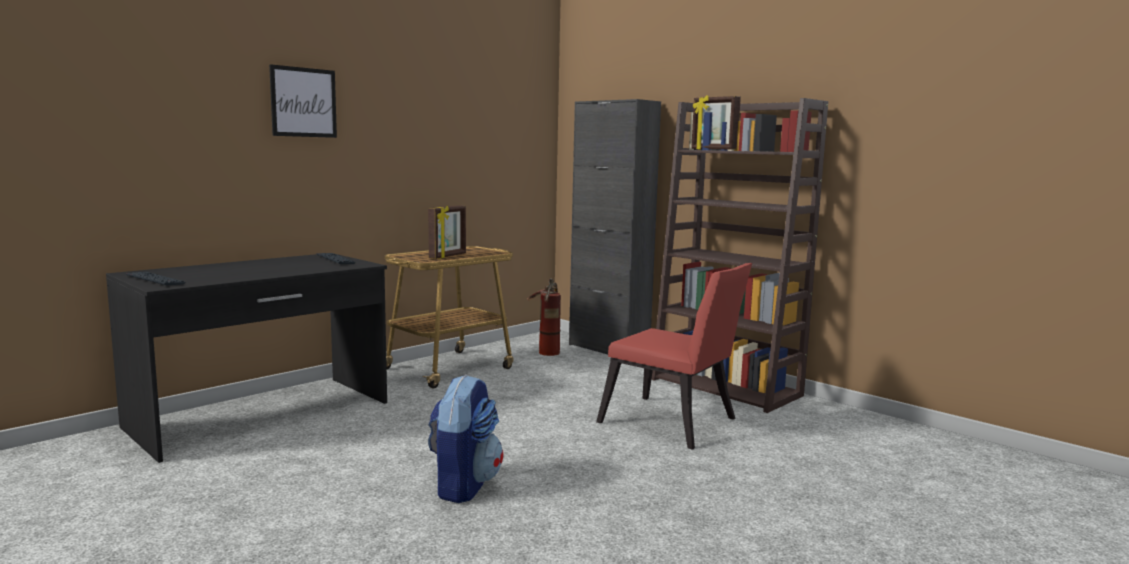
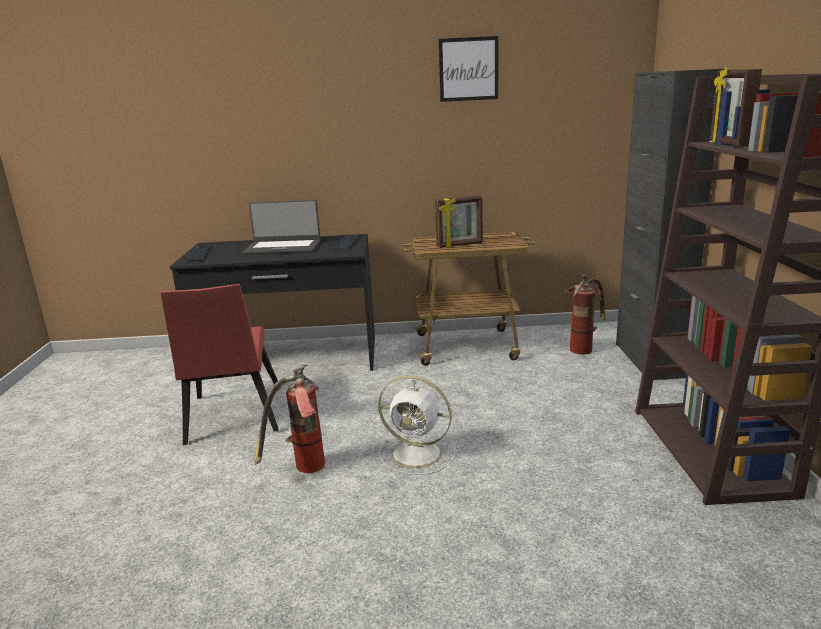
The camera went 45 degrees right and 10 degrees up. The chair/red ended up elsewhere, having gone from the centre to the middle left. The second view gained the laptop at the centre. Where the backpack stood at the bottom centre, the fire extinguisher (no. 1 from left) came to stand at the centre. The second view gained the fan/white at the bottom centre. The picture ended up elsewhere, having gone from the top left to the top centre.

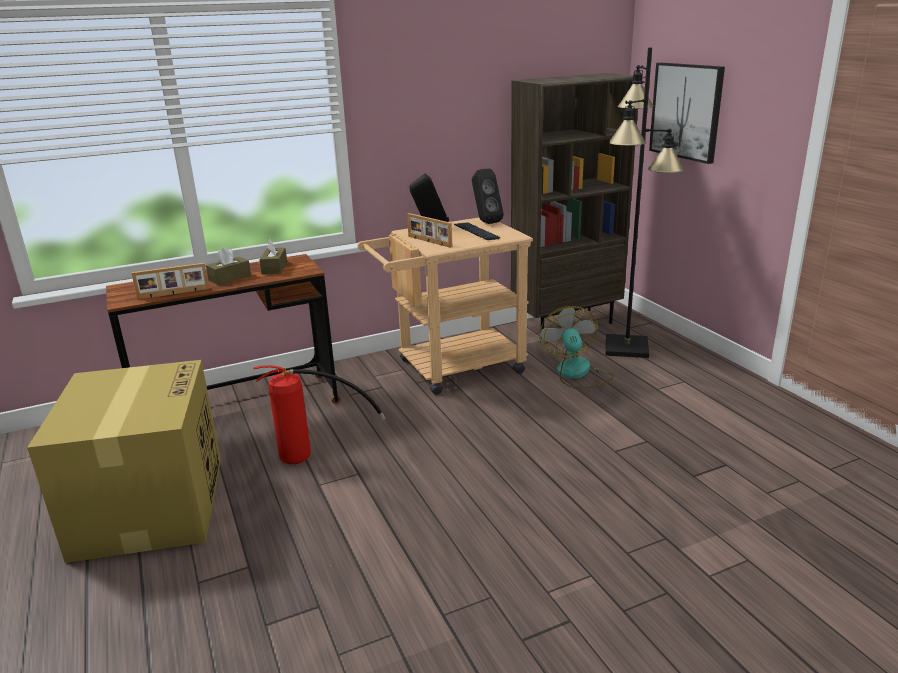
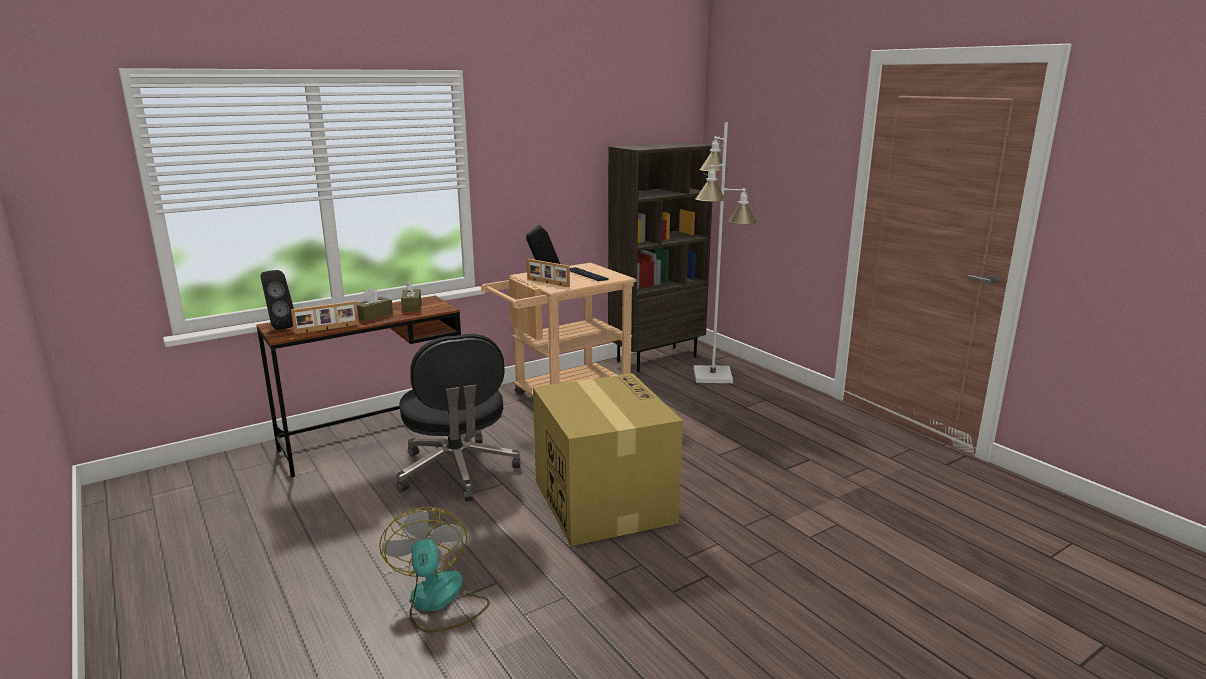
The camera went 10 degrees left and 5 degrees down. The speaker/black (no. 2 from left in the first image) ended up elsewhere, having gone from the top centre to the middle left. The fan ended up elsewhere, having gone from the centre to the bottom centre. Where the fire extinguisher stood at the centre, the office chair/black came to stand at the centre. The cardboard box ended up elsewhere, having gone from the bottom left to the bottom centre. What was the floor lamp/black at the top right turned into the floor lamp/white at the centre. The second view lost the picture at the top right.

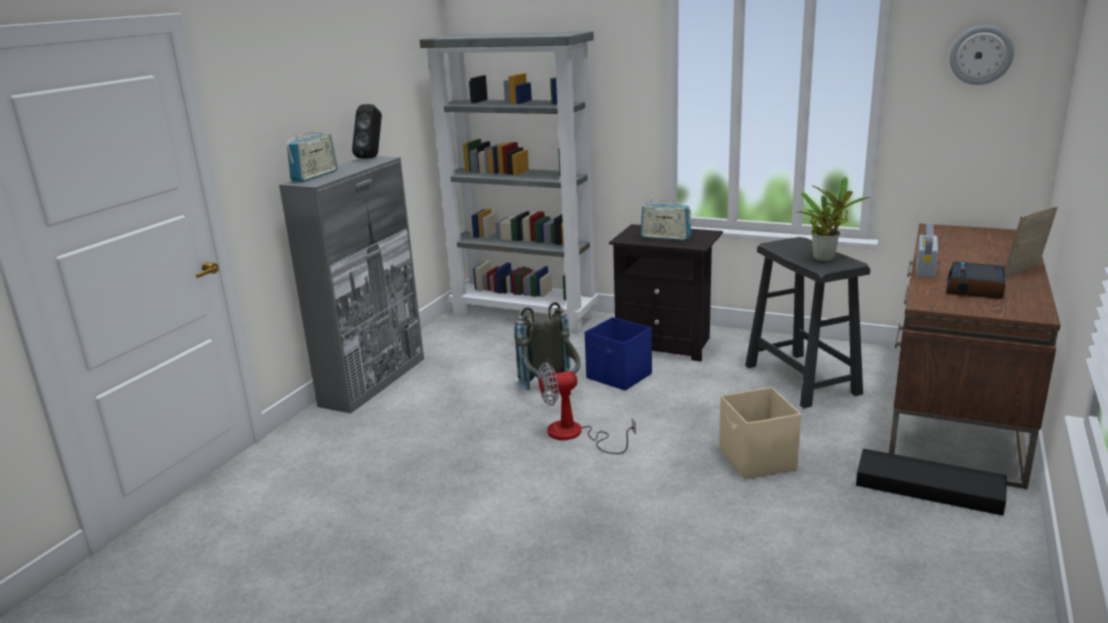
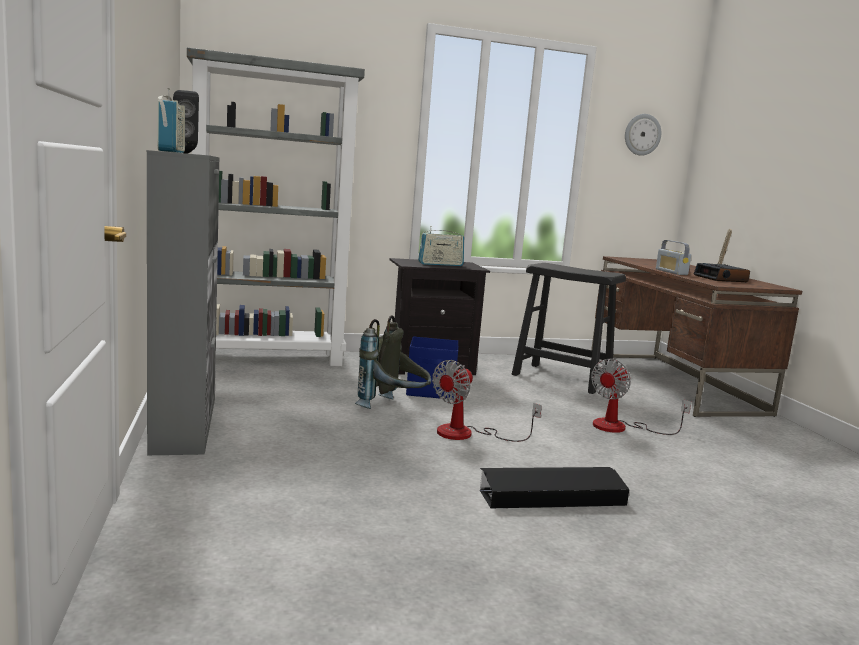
The camera went 40 degrees left and 10 degrees down. The storage box/black ended up elsewhere, having gone from the bottom right to the bottom centre. Where the storage box/beige stood at the bottom right, the fan (no. 2 from left) came to stand at the middle right. The second view lost the potted plant at the middle right.

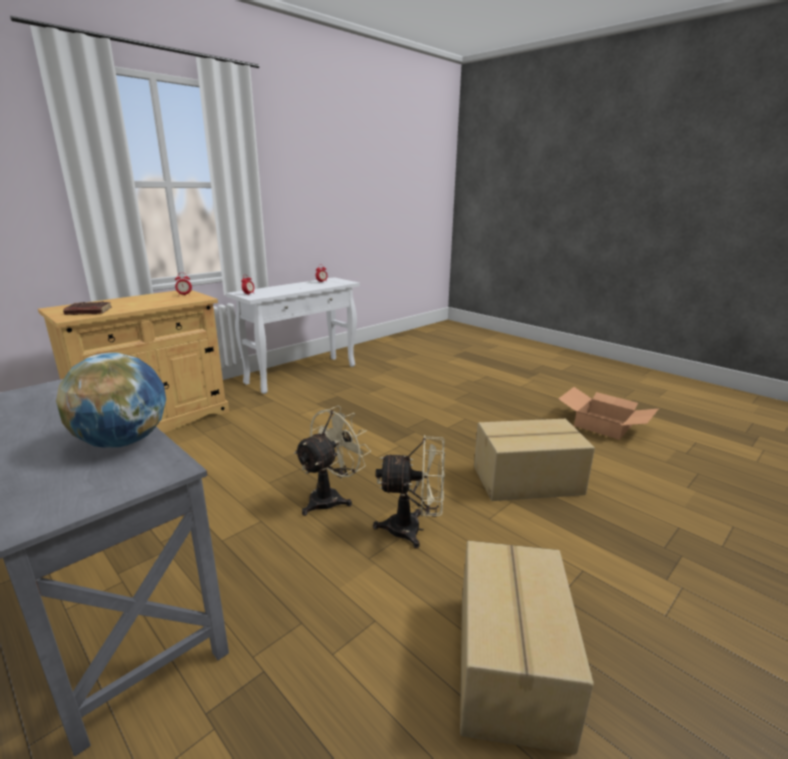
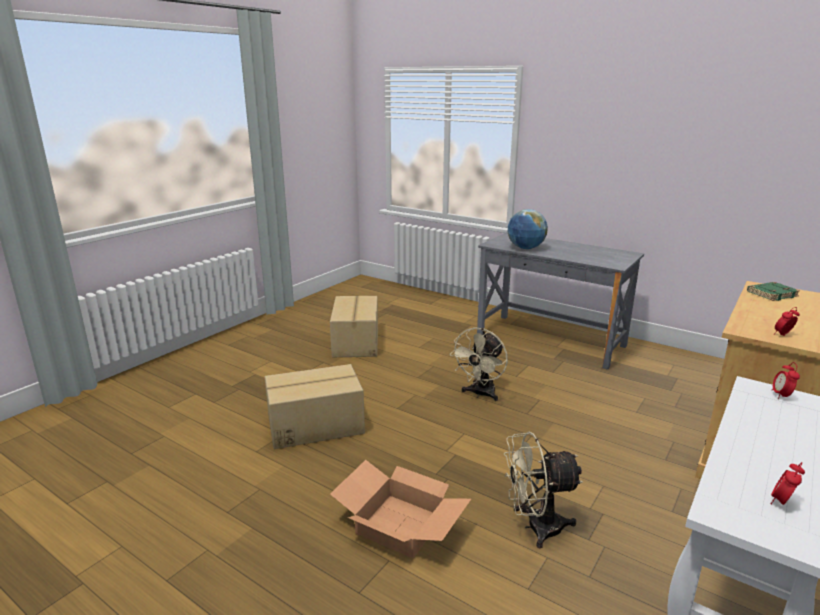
The camera went 170 degrees right and 0 degrees up. The cardboard box (no. 3 from left) ended up elsewhere, having gone from the middle right to the bottom centre. The fan/beige (no. 2 from left) ended up elsewhere, having gone from the centre to the bottom centre. What was the book/brown at the middle left turned into the book/green at the middle right.

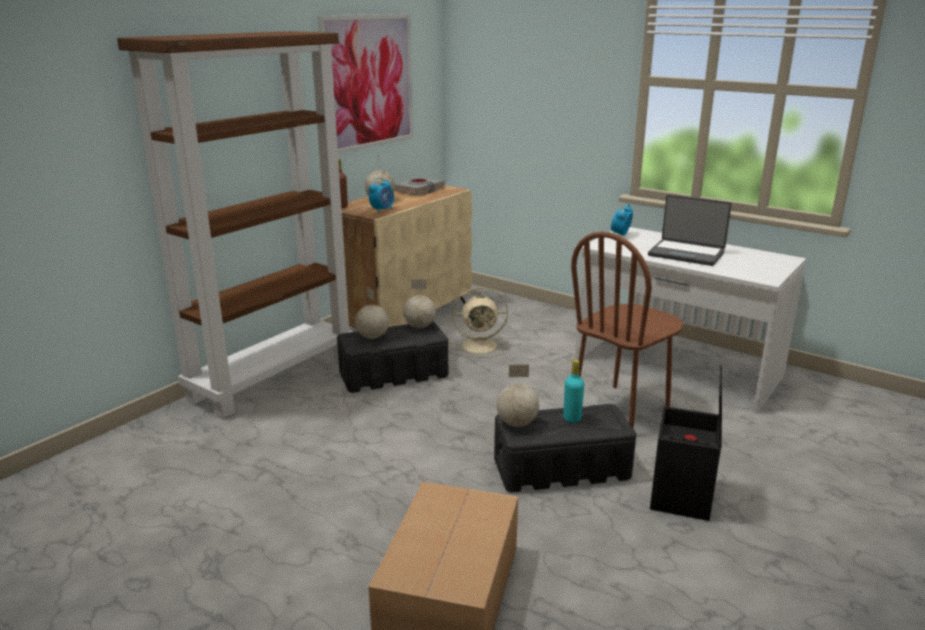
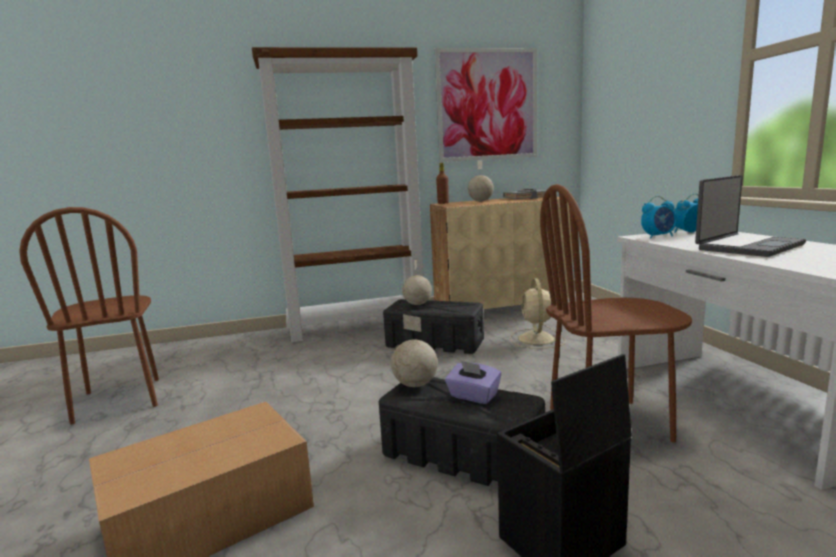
The camera went 40 degrees right and 10 degrees down. The second view gained the chair/brown (no. 1 from left) at the middle left. Where the bottle/turquoise stood at the centre, the tissue box/purple came to stand at the bottom centre. The fan/beige at the centre ended up facing another way, 60 degrees clockwise from before. The alarm clock (no. 1 from left) ended up elsewhere, having gone from the top centre to the middle right. The laptop at the middle right ended up facing another way, 105 degrees counterclockwise from before. The second view lost the globe (no. 3 from left) at the centre.

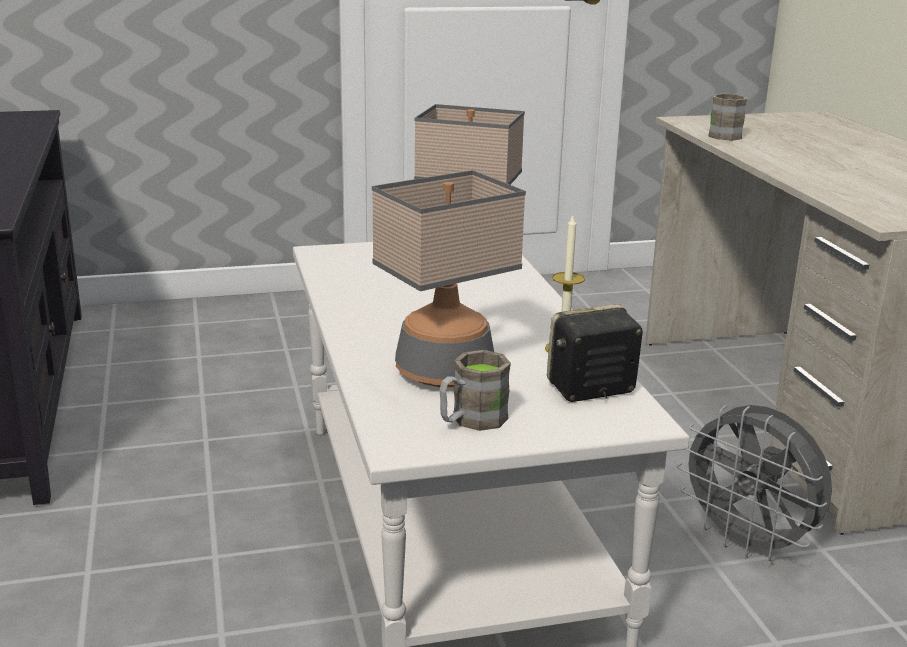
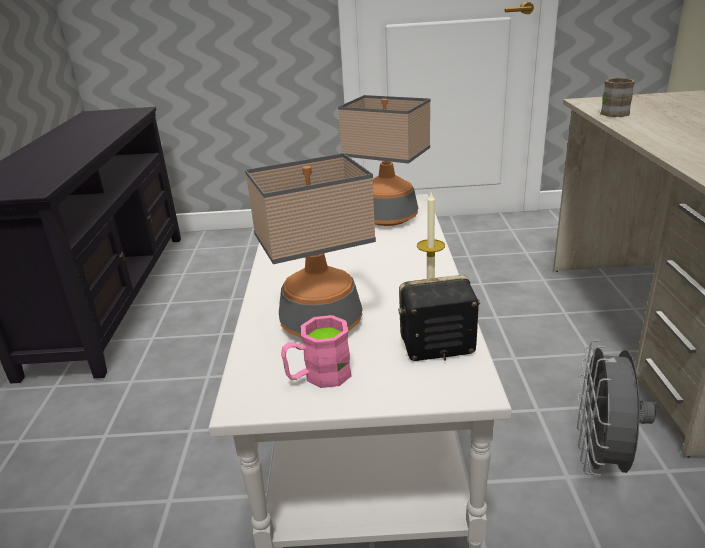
The camera went 15 degrees right and 5 degrees up. What was the mug/brown (no. 1 from left) at the centre turned into the mug/pink at the centre. The fan/grey at the bottom right ended up facing another way, 45 degrees clockwise from before.

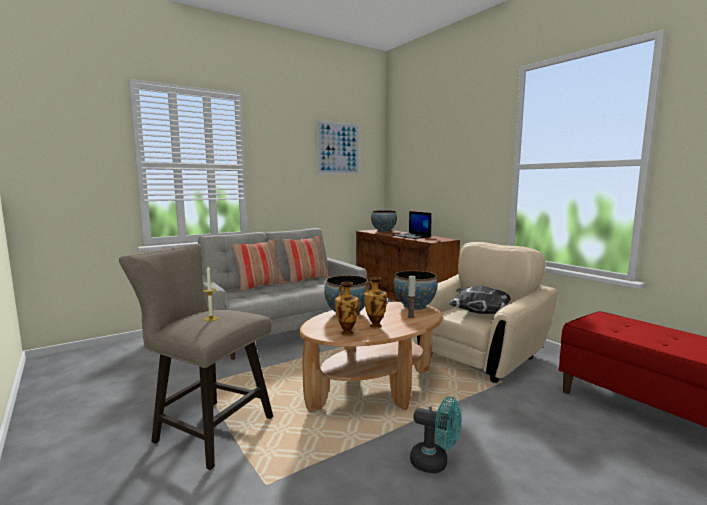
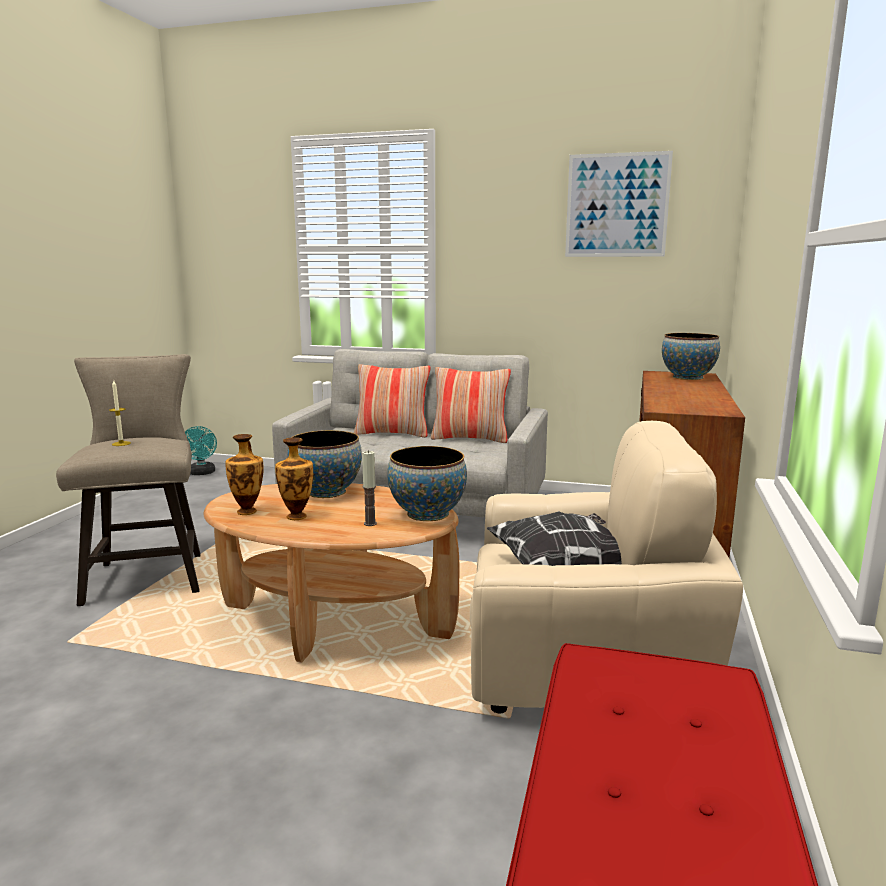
The camera went 50 degrees right and 5 degrees up. The fan/turquoise ended up elsewhere, having gone from the bottom centre to the middle left. The second view lost the laptop at the centre.

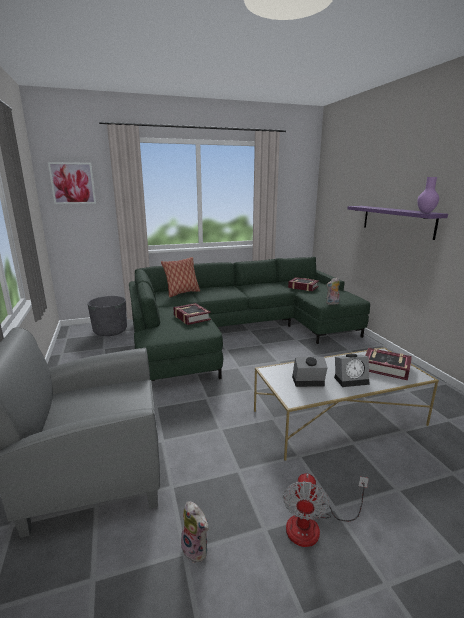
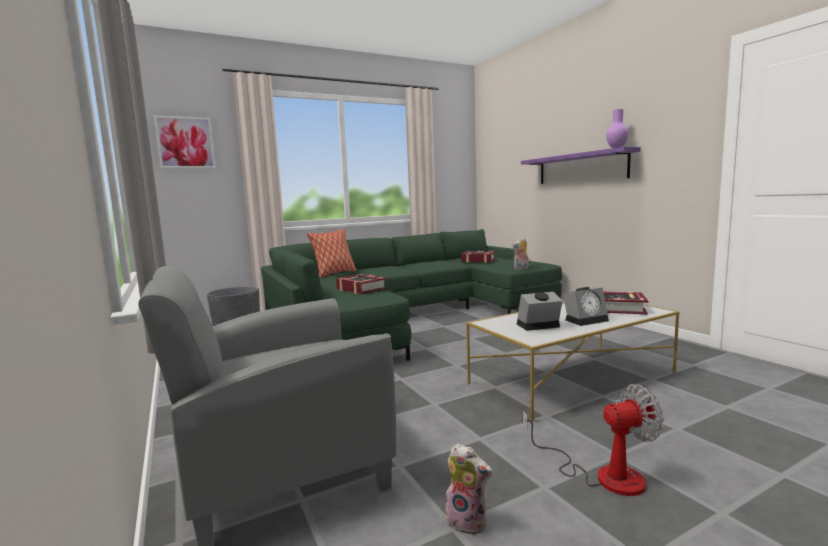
The camera went 10 degrees left and 10 degrees down. The fan at the bottom right ended up facing another way, 105 degrees counterclockwise from before.

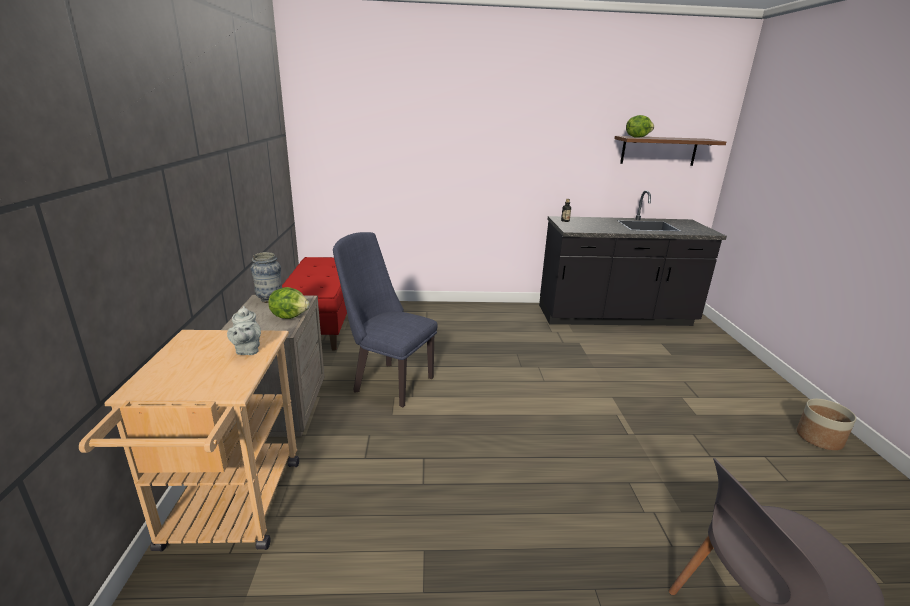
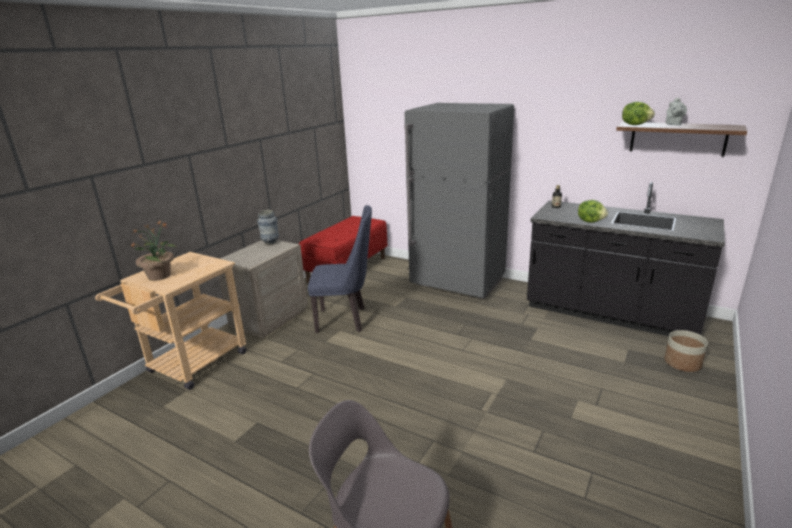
The camera went 35 degrees right and 0 degrees up. The second view gained the potted plant at the middle left. The chair/blue at the centre ended up facing another way, 120 degrees clockwise from before. The second view gained the fridge/grey at the centre. The lettuce (no. 1 from left) ended up elsewhere, having gone from the middle left to the middle right. The planter ended up elsewhere, having gone from the bottom right to the middle right. The teapot/grey ended up elsewhere, having gone from the middle left to the top right.

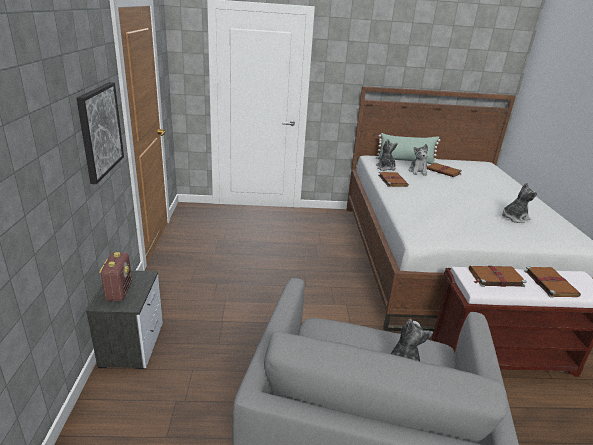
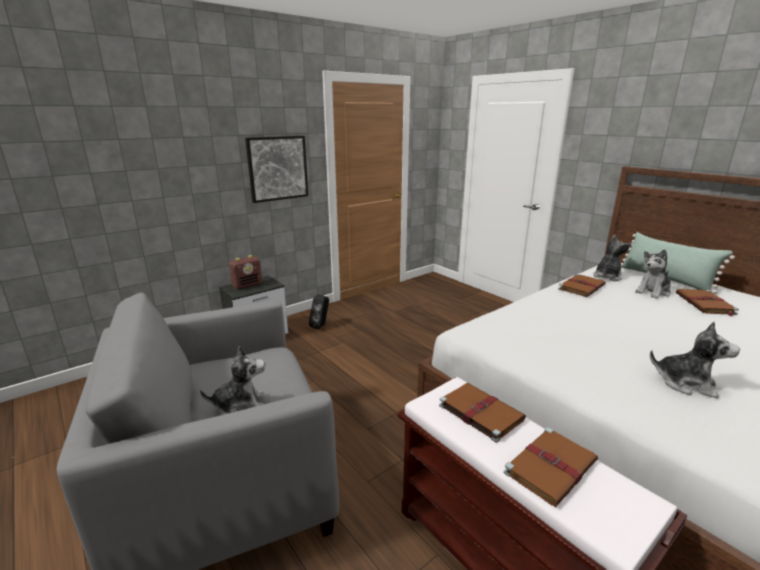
The camera went 55 degrees right and 5 degrees down. The second view gained the speaker/black at the centre.

